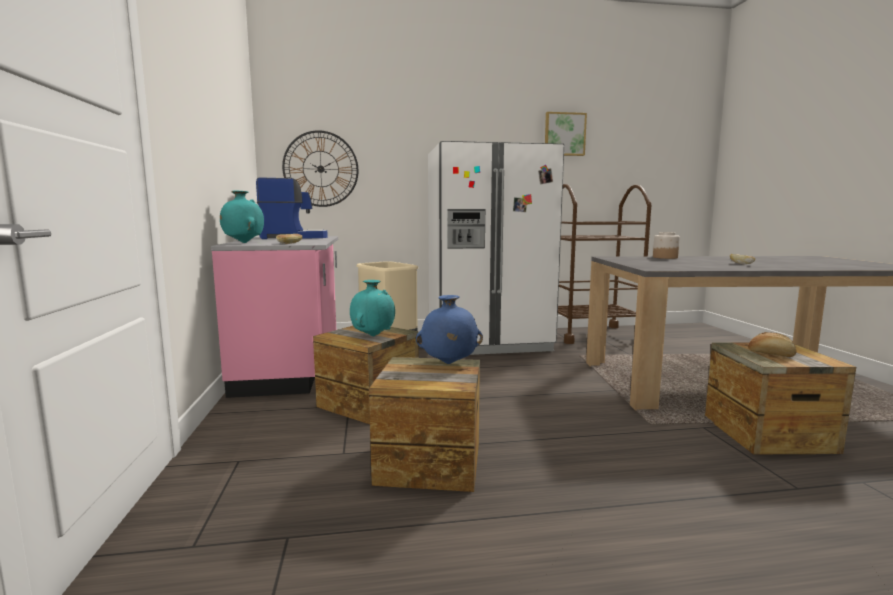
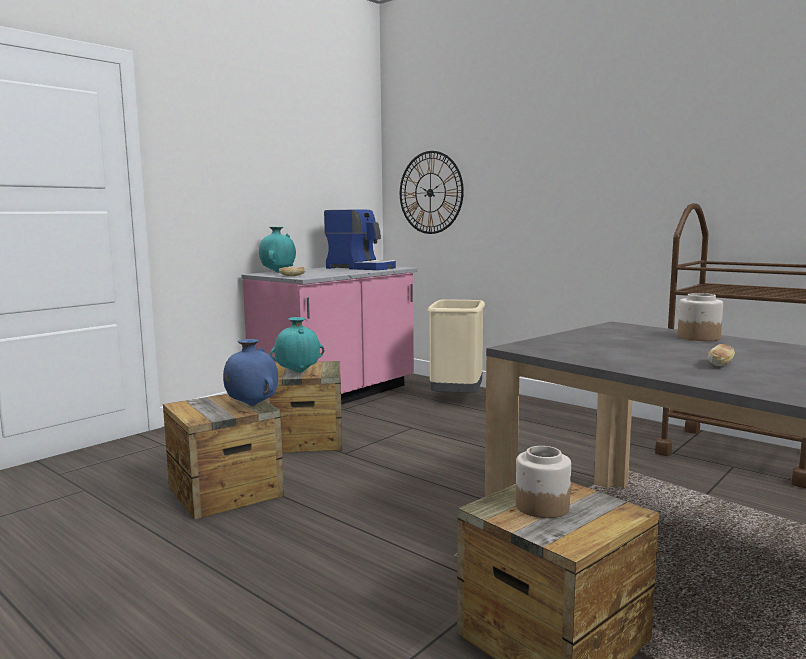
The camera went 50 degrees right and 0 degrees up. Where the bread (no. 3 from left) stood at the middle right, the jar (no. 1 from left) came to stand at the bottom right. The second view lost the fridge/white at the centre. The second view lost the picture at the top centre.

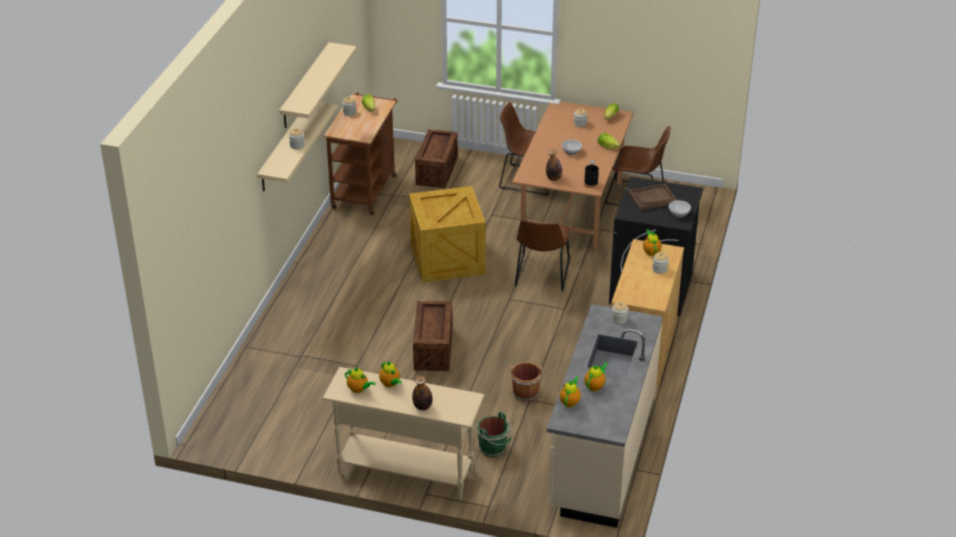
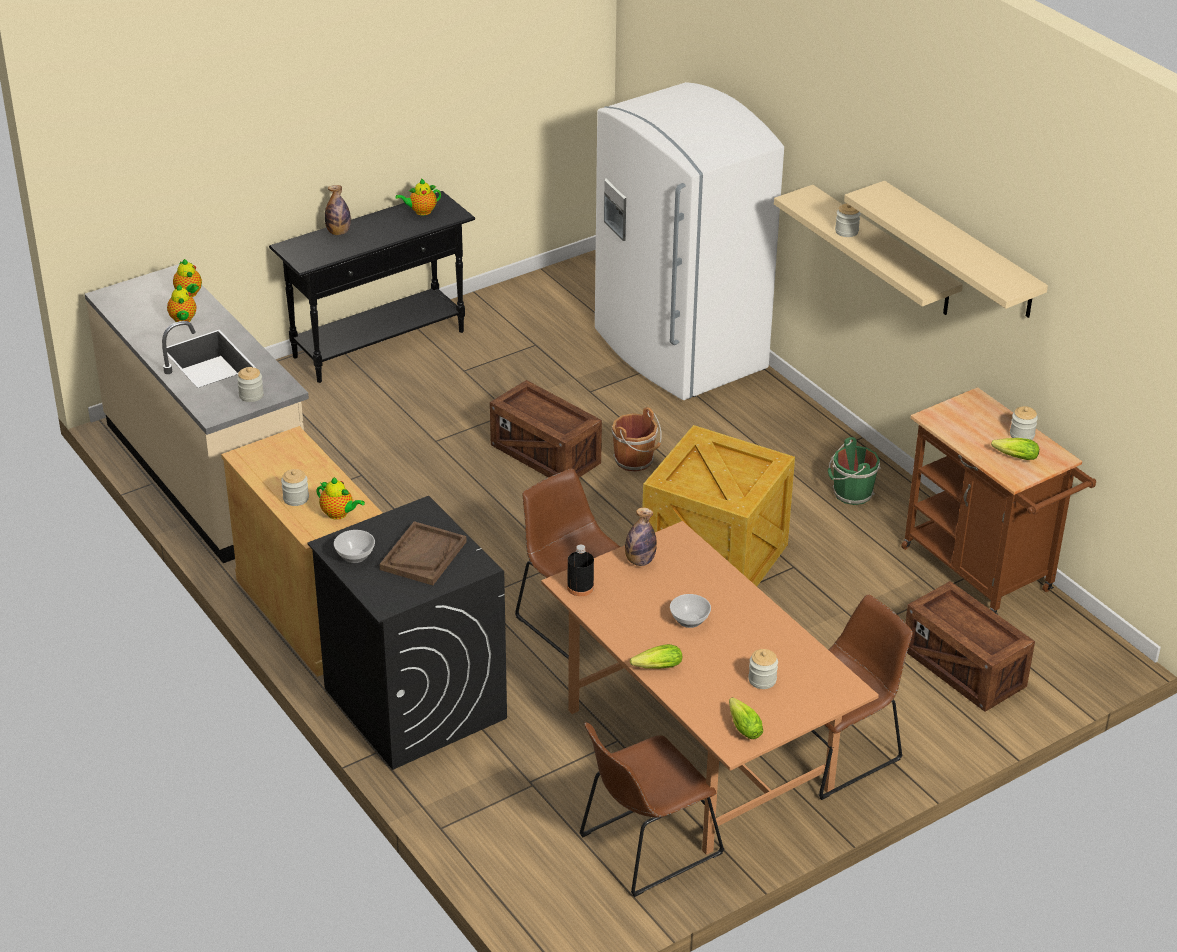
The camera went 130 degrees right and 0 degrees up. What was the console table/beige at the bottom centre turned into the console table/black at the top left. The second view gained the fridge/white at the top centre. The bucket/brown ended up elsewhere, having gone from the bottom centre to the centre. The bucket/green ended up elsewhere, having gone from the bottom centre to the middle right. The second view lost the teapot (no. 2 from left) at the bottom centre.

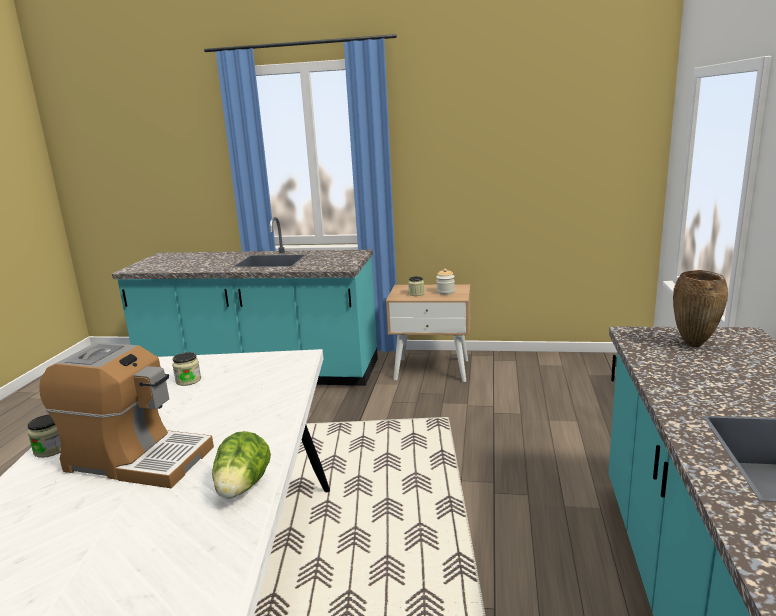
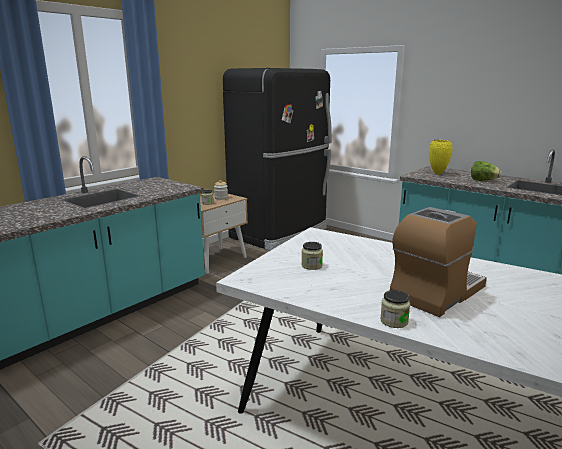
The camera went 60 degrees left and 0 degrees up. The second view gained the fridge/black at the centre. What was the vase/brown at the middle right turned into the vase/yellow at the middle right. The lettuce ended up elsewhere, having gone from the bottom left to the middle right.

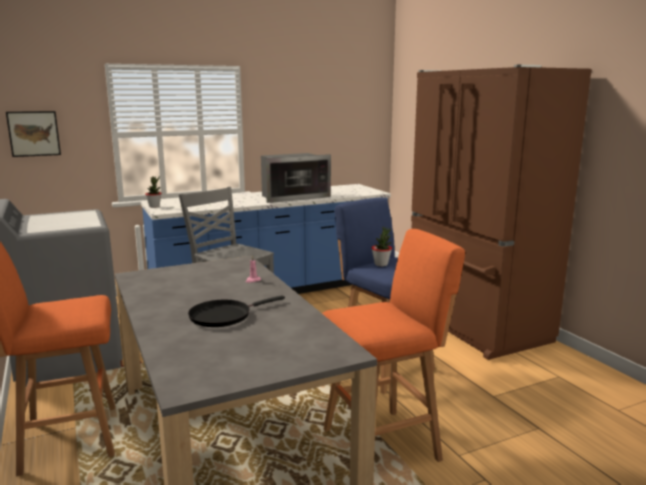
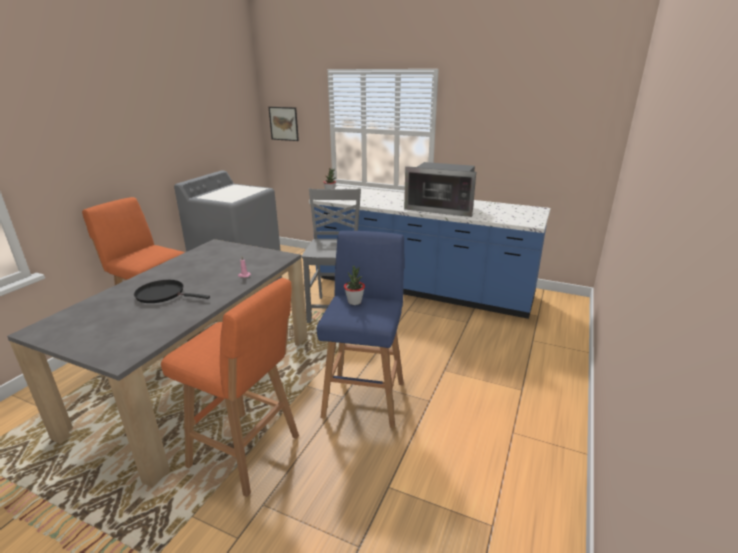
The camera went 50 degrees right and 10 degrees up. The second view lost the fridge/brown at the middle right.

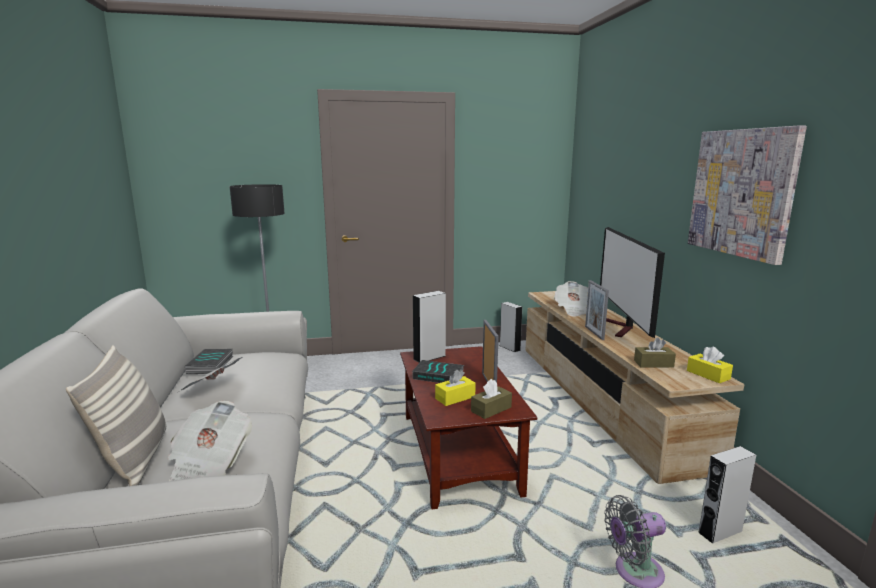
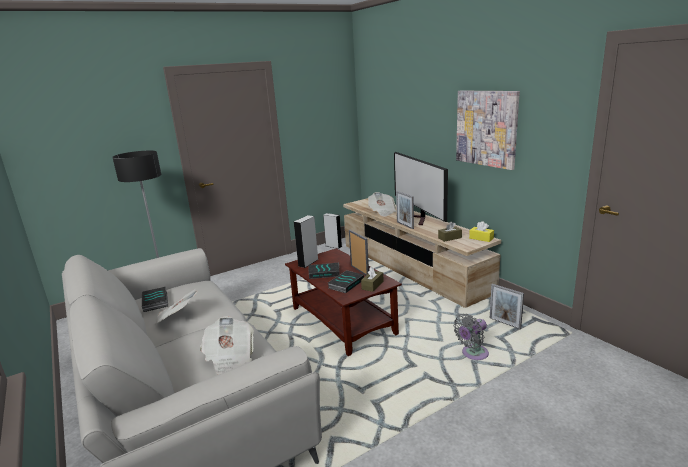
The camera went 20 degrees left and 5 degrees up. Where the tissue box/yellow (no. 1 from left) stood at the centre, the book (no. 3 from left) came to stand at the centre. Where the speaker/grey (no. 3 from left) stood at the bottom right, the picture frame (no. 3 from left) came to stand at the middle right. The second view lost the pillow at the bottom left.

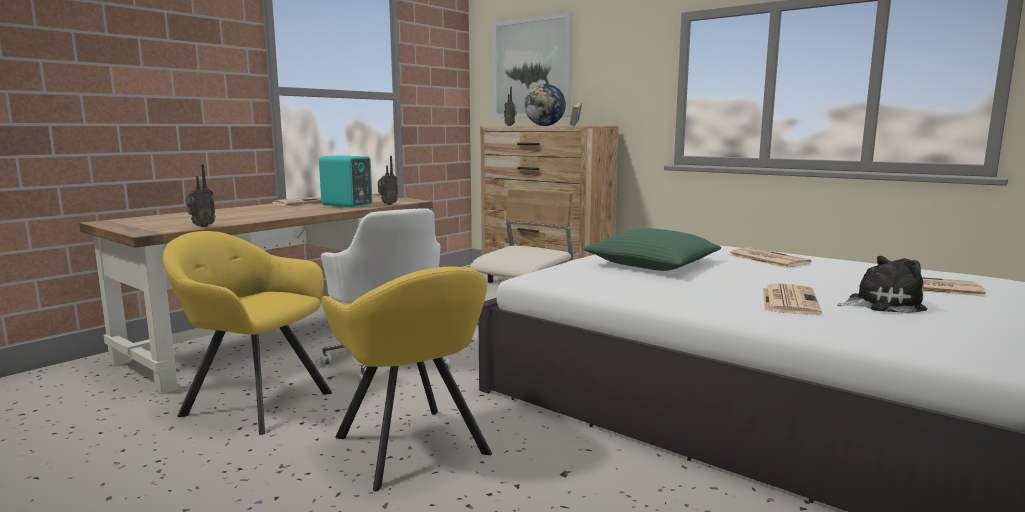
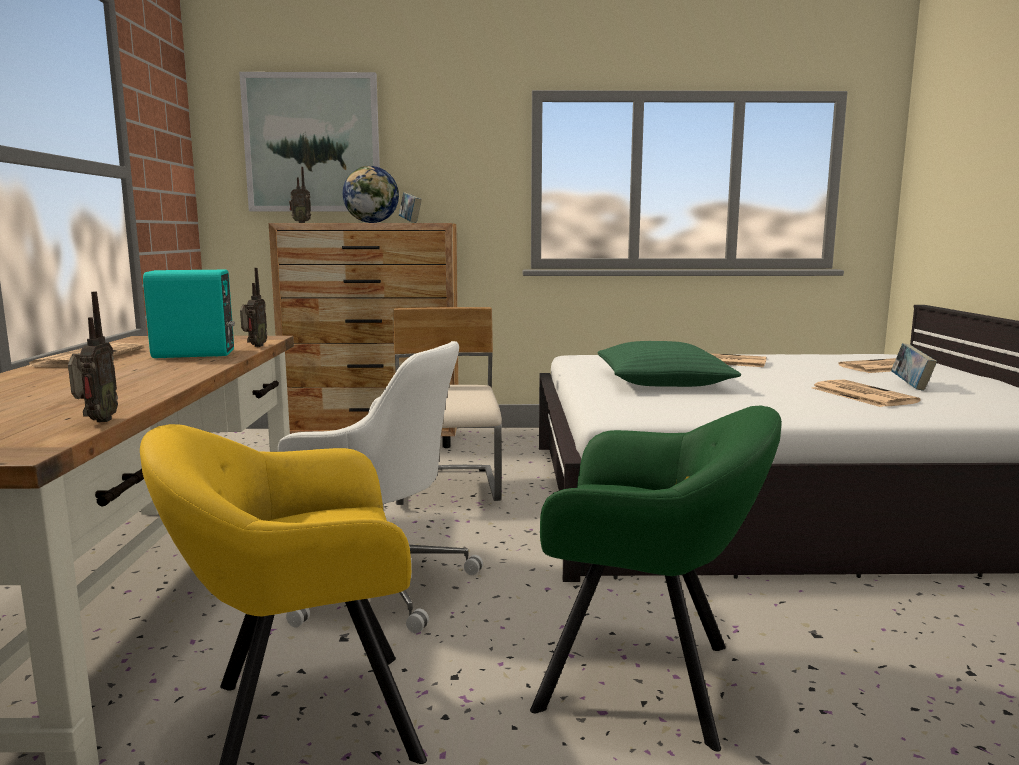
The camera went 40 degrees left and 0 degrees up. What was the armchair/yellow (no. 2 from left) at the bottom centre turned into the armchair/green at the bottom centre. Where the plush toy stood at the middle right, the book (no. 2 from left) came to stand at the middle right.

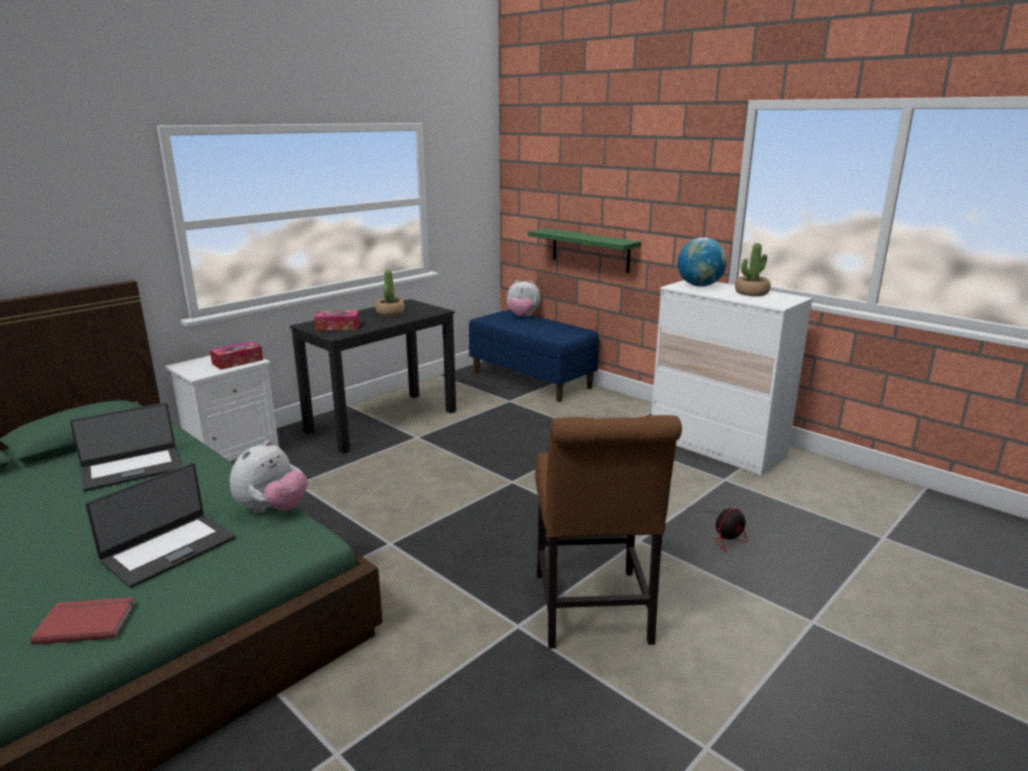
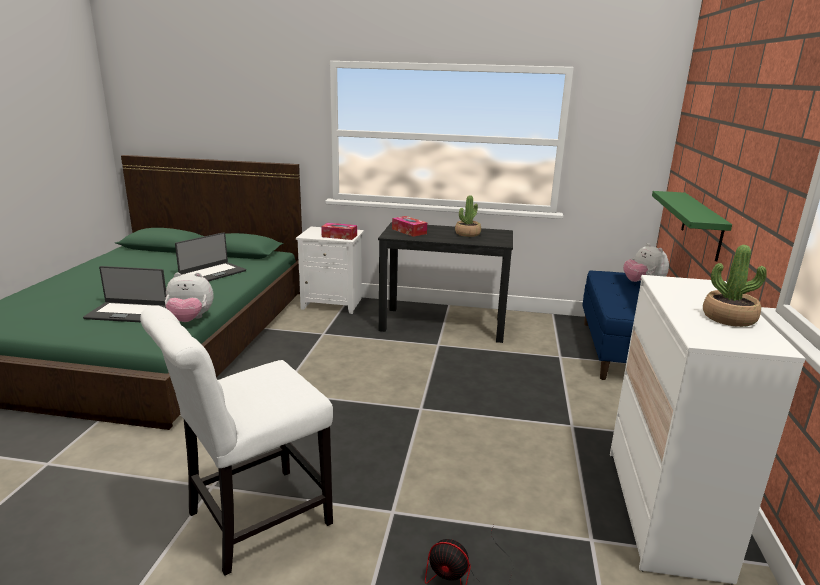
The camera went 55 degrees right and 0 degrees up. What was the chair/brown at the bottom centre turned into the chair/white at the bottom left. The laptop (no. 1 from left in the first image) at the middle left ended up facing another way, 75 degrees counterclockwise from before. The second view lost the book/red at the bottom left. The second view lost the globe at the middle right.

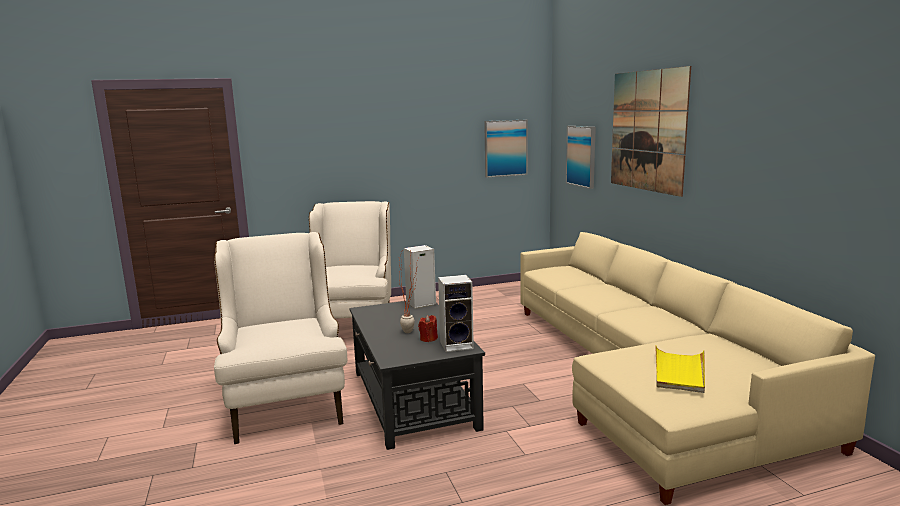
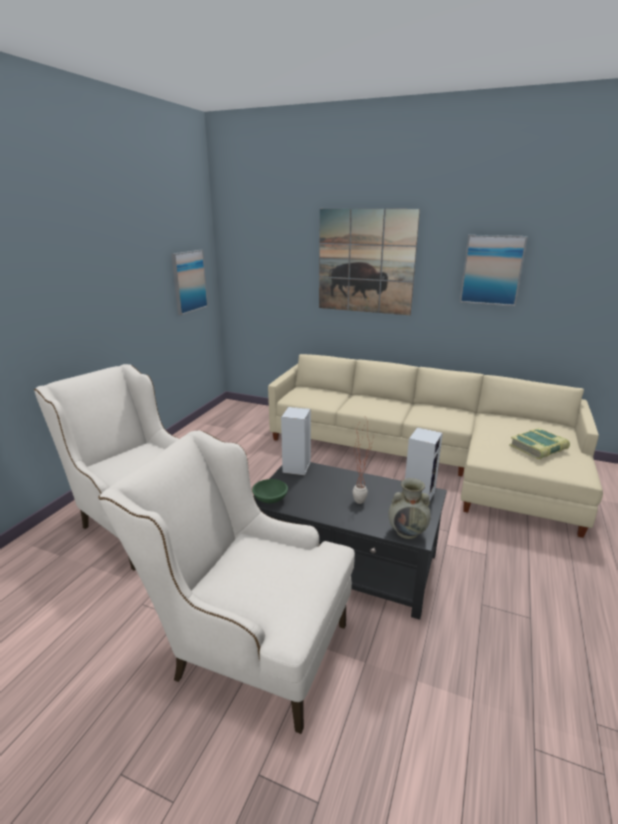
The camera went 50 degrees left and 10 degrees up. The second view gained the bowl/green at the centre. The second view gained the vase/beige at the centre. The picture (no. 2 from left in the first image) ended up elsewhere, having gone from the top centre to the top right. Where the tray/yellow stood at the bottom right, the book came to stand at the middle right. The second view lost the candle/red at the centre.

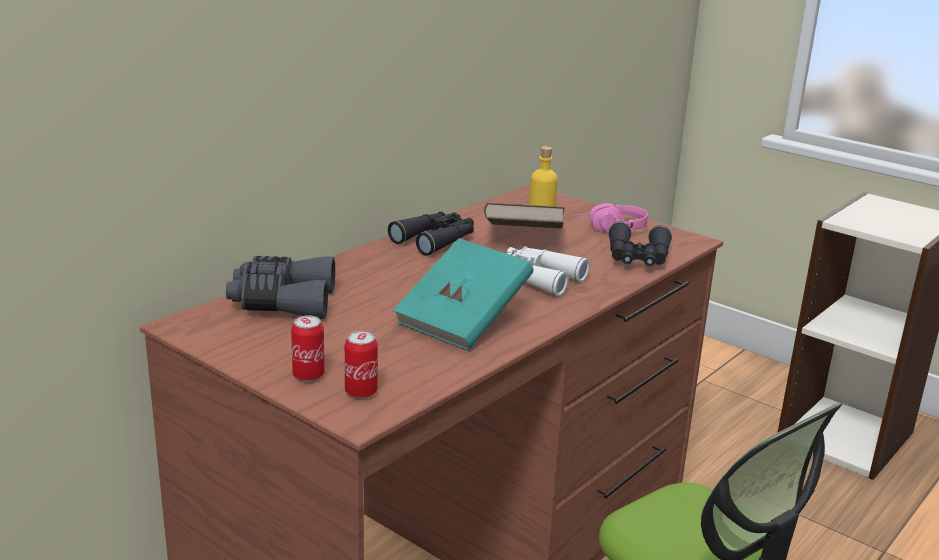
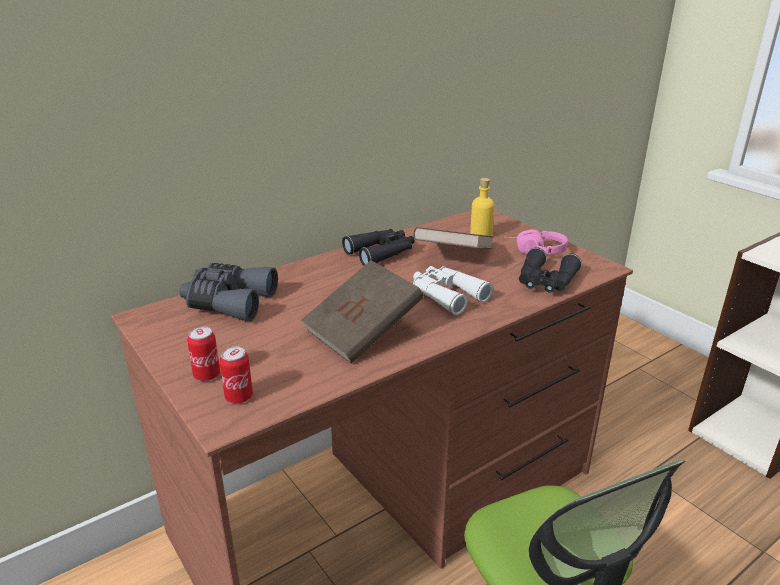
The camera went 15 degrees right and 5 degrees up. What was the book/turquoise at the centre turned into the book/brown (no. 1 from left) at the centre.

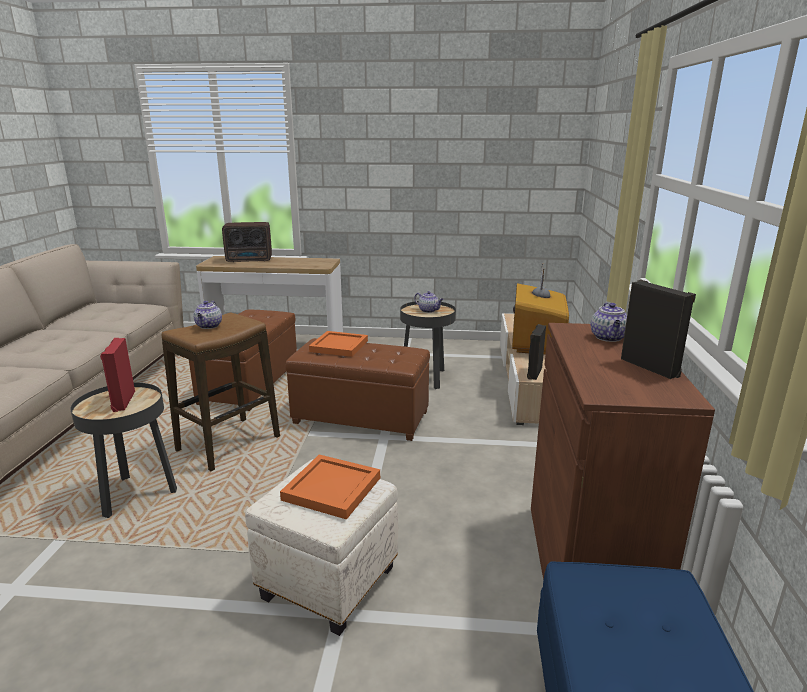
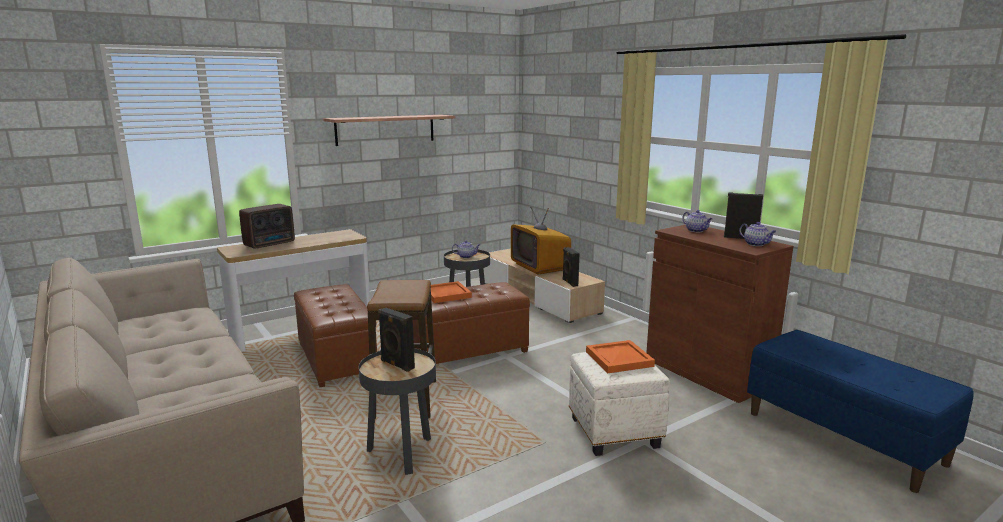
The camera went 40 degrees left and 5 degrees down. The second view gained the shelf at the top centre. What was the speaker/red at the middle left turned into the speaker/black (no. 1 from left) at the centre. The teapot (no. 1 from left in the first image) ended up elsewhere, having gone from the middle left to the middle right.

